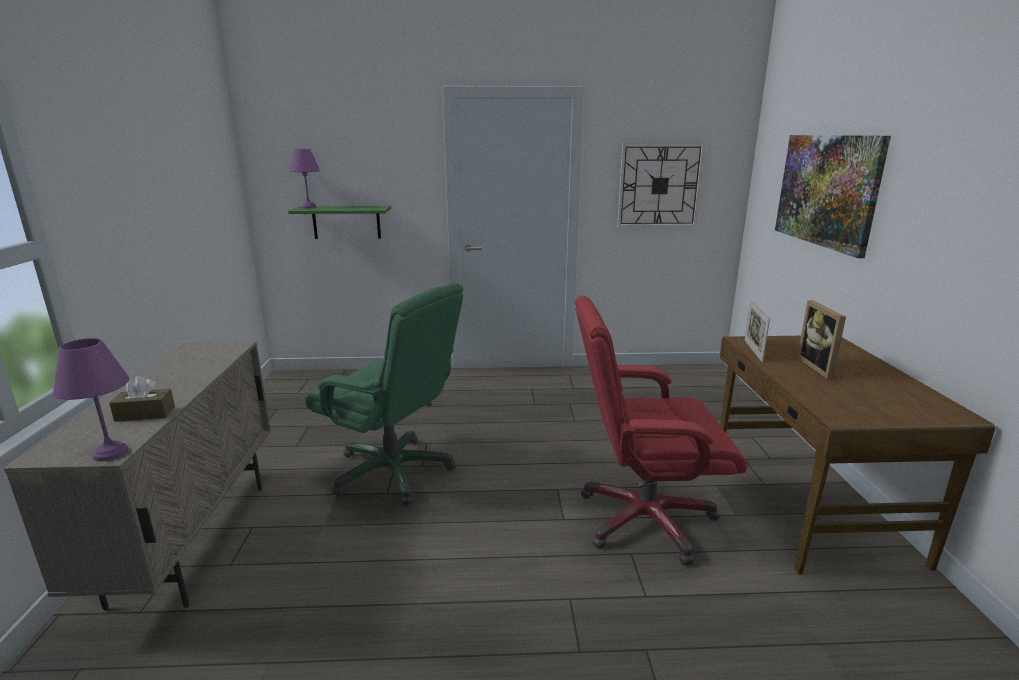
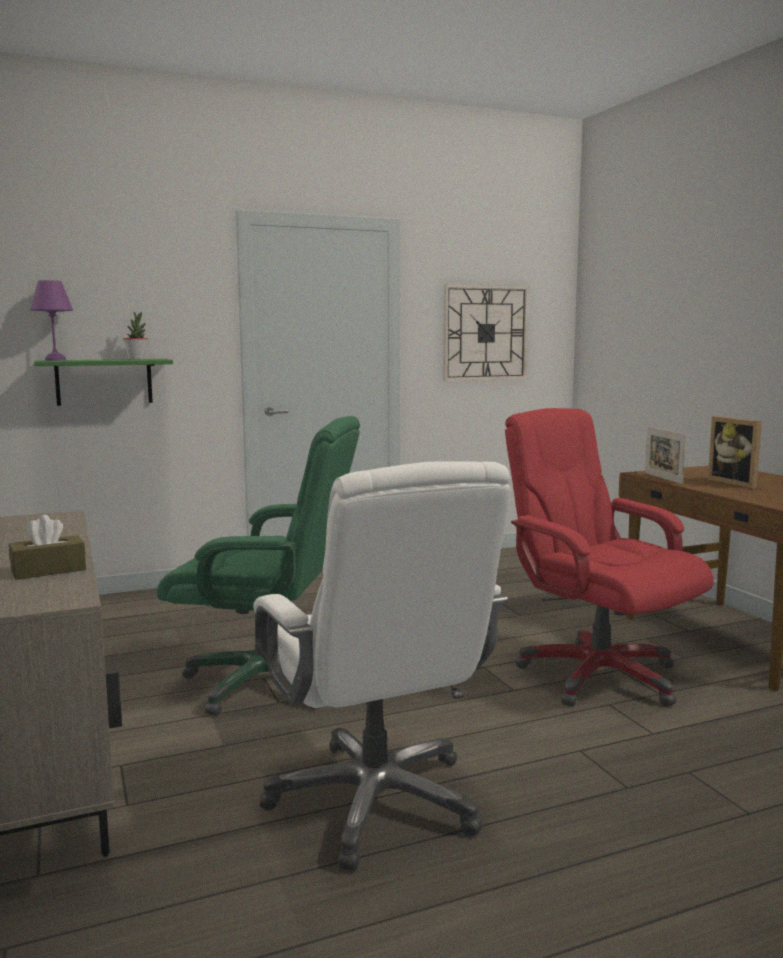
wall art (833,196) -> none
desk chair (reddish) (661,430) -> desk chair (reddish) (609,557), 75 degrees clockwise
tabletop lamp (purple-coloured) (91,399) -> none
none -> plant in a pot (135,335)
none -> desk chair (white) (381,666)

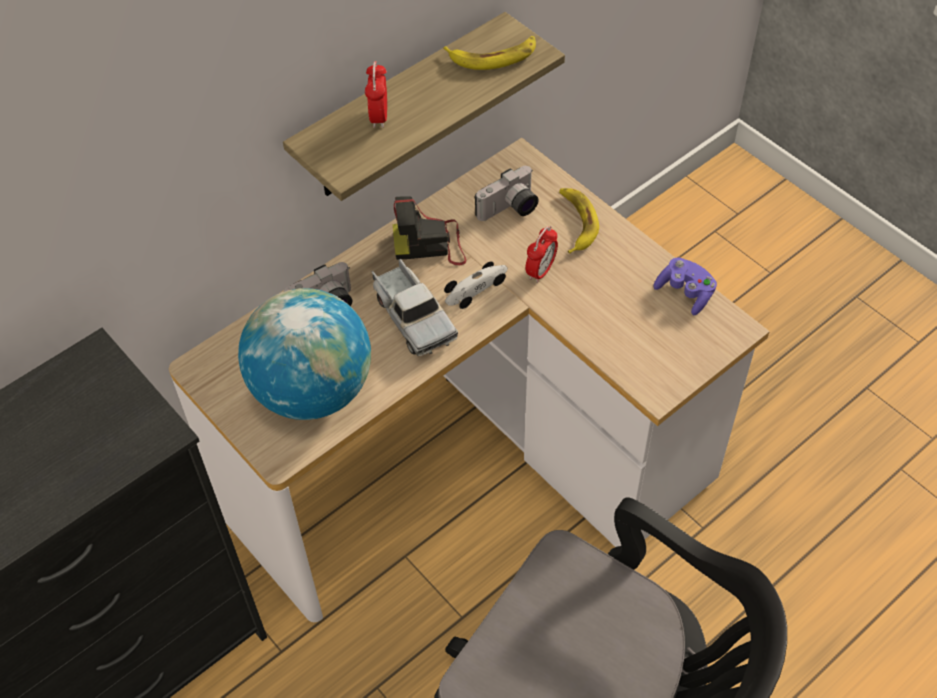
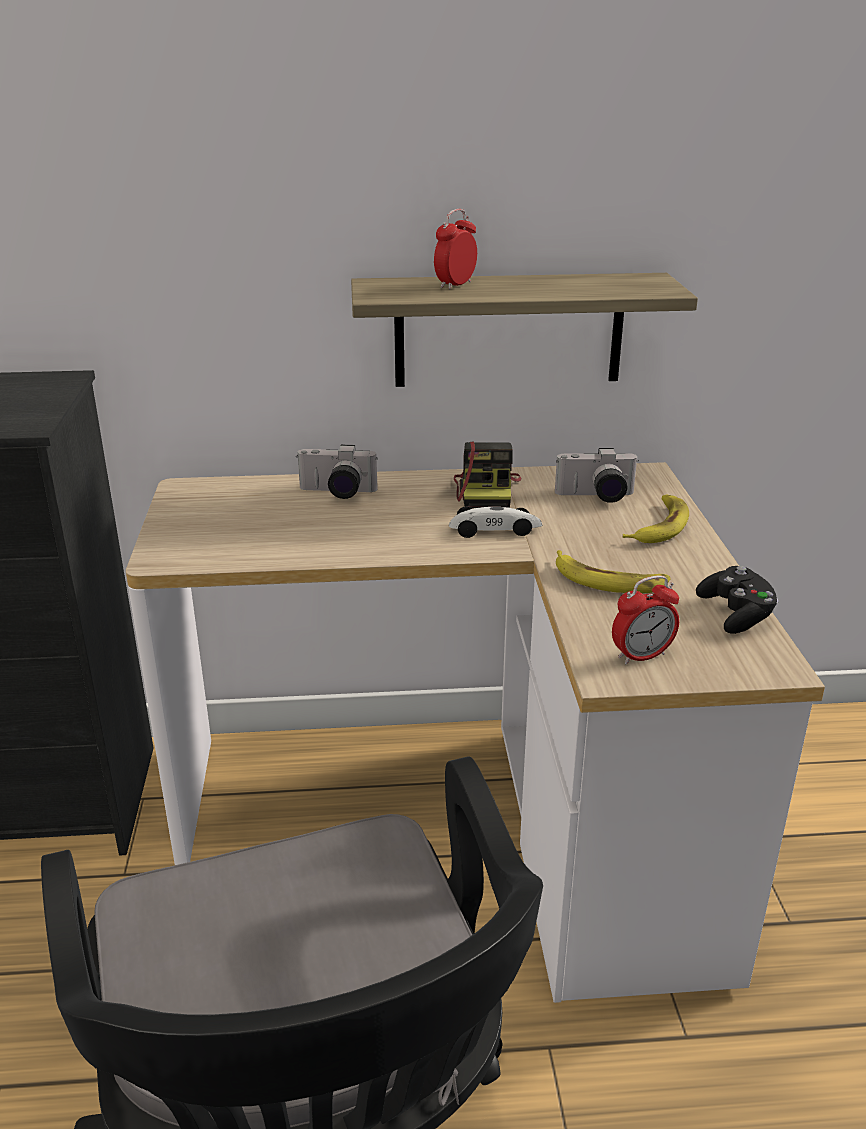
banana (489,53) -> banana (613,571), relocated
still camera (429,230) -> still camera (487,474), 120 degrees counterclockwise
bedside clock (541,254) -> bedside clock (645,620), relocated
joypad (purple-coloured) (685,286) -> joypad (blackish) (737,600)
model truck (415,307) -> none
desk globe (304,354) -> none

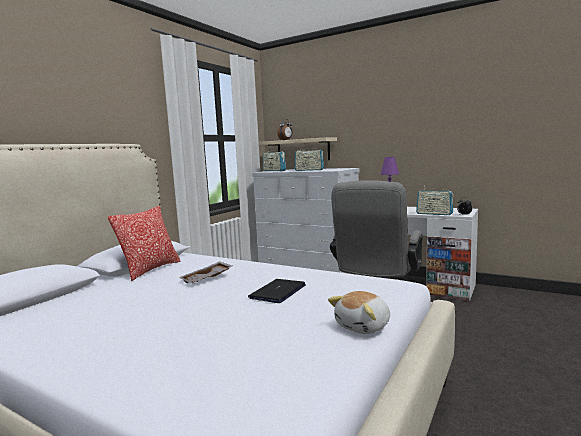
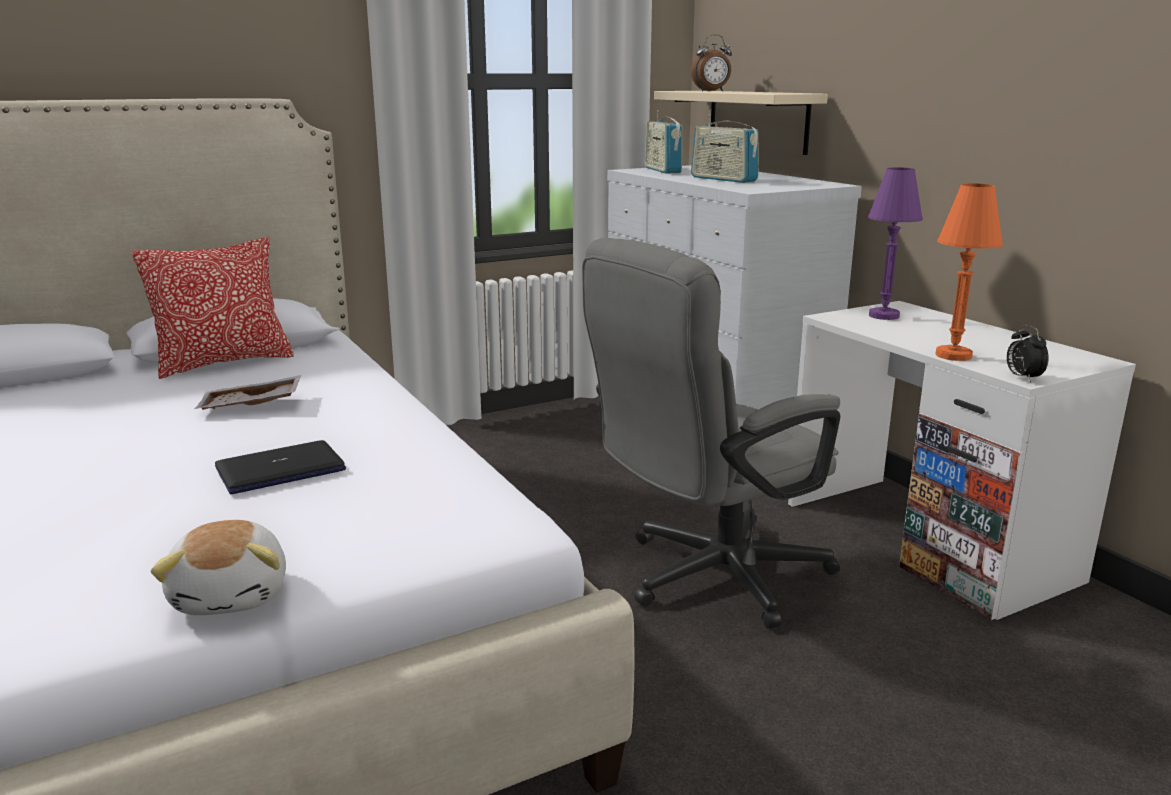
radio receiver (434,200) -> tabletop lamp (orangey) (969,272)
cuddly toy (359,312) -> cuddly toy (218,567), 90 degrees counterclockwise

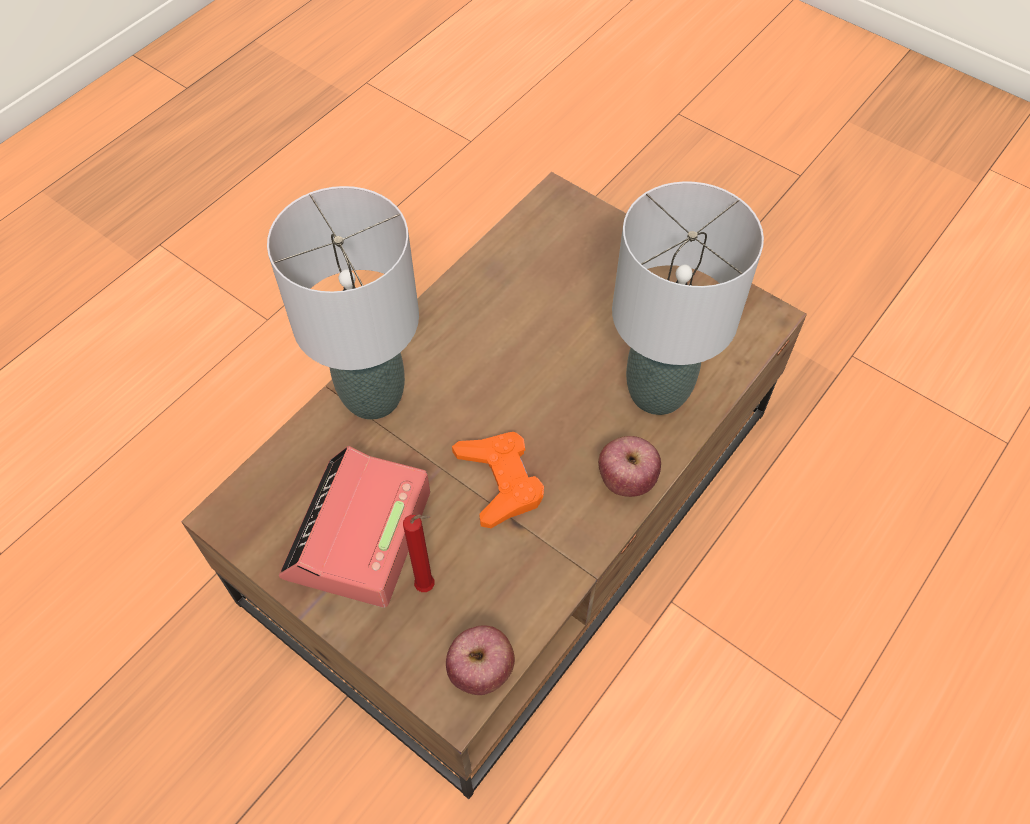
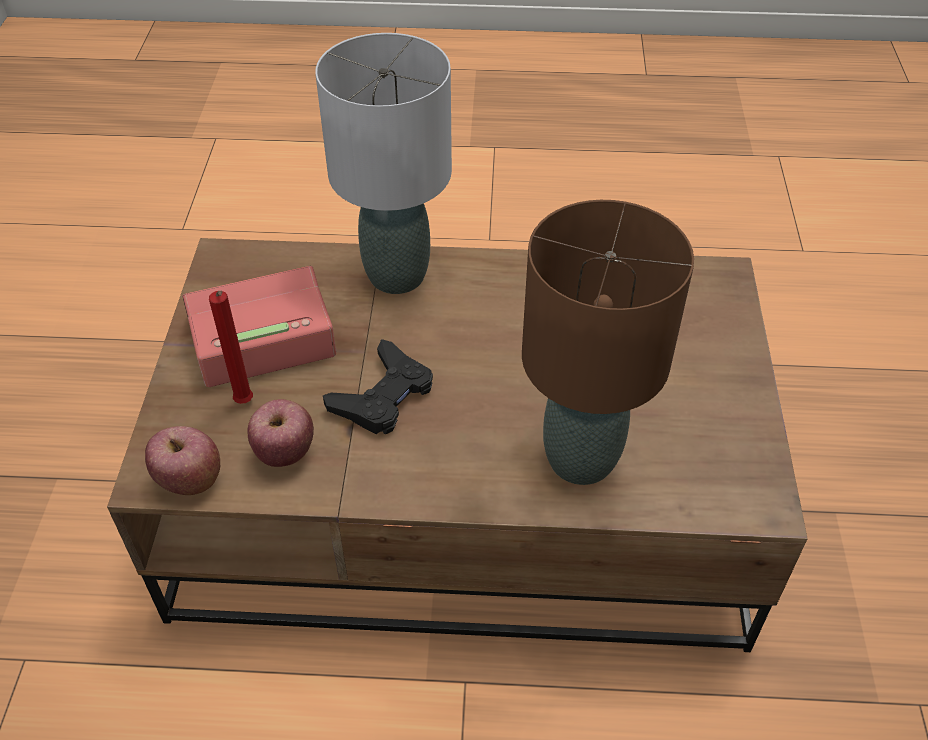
tabletop lamp (gray) (688,298) -> tabletop lamp (brownish) (608,342)
joypad (orangey) (498,480) -> joypad (blackish) (378,386)
apple fruit (629,466) -> apple fruit (280,433), relocated

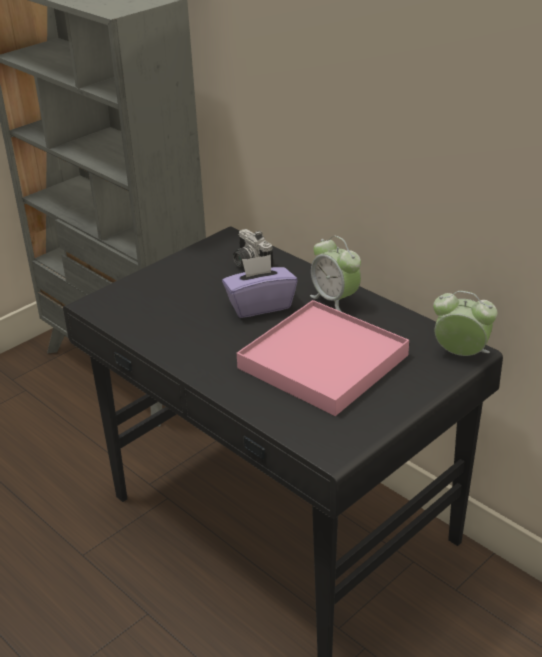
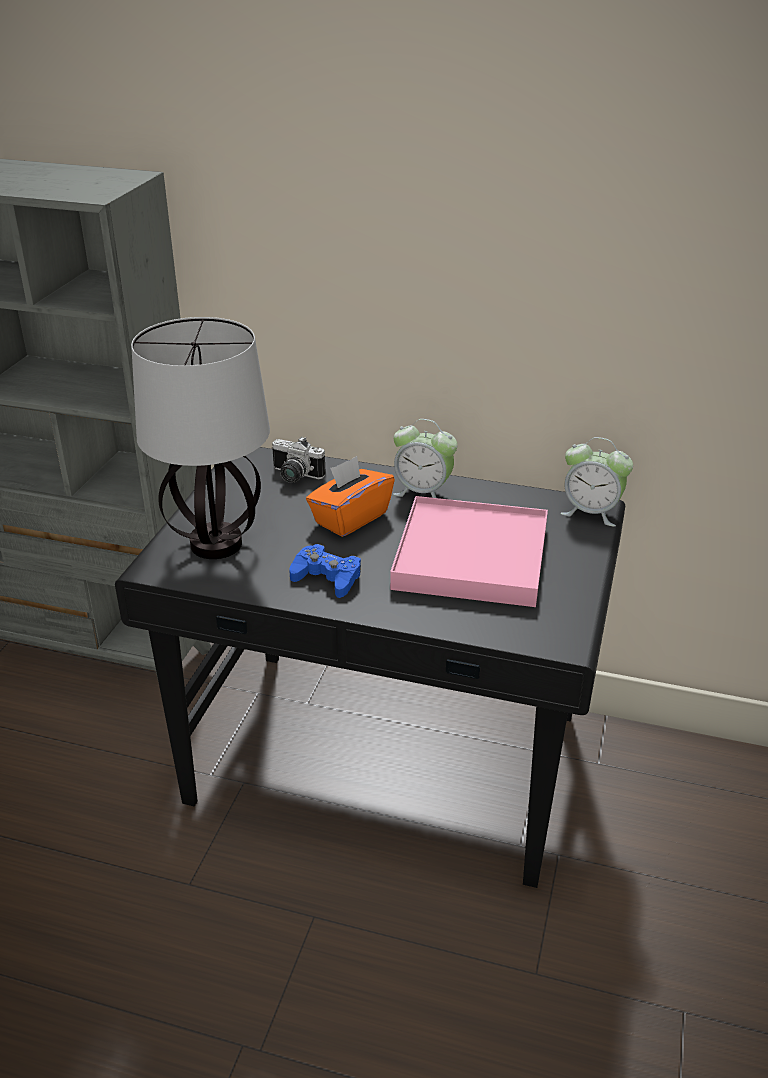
tissue box (purple-coloured) (259,286) -> tissue box (orangey) (350,496)
bedside clock (465,323) -> bedside clock (596,482), 150 degrees counterclockwise
none -> tabletop lamp (200,438)
none -> joypad (bluish) (325,571)

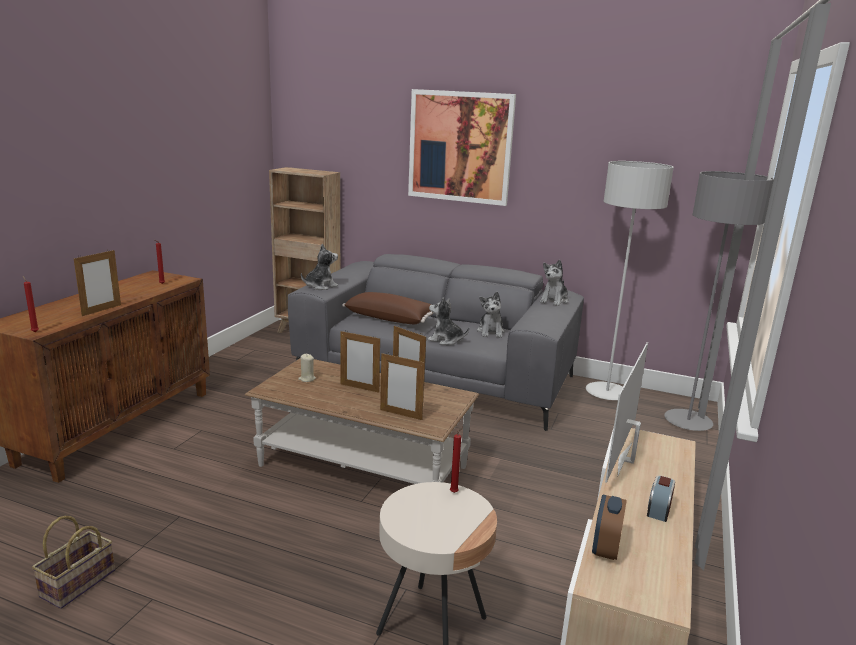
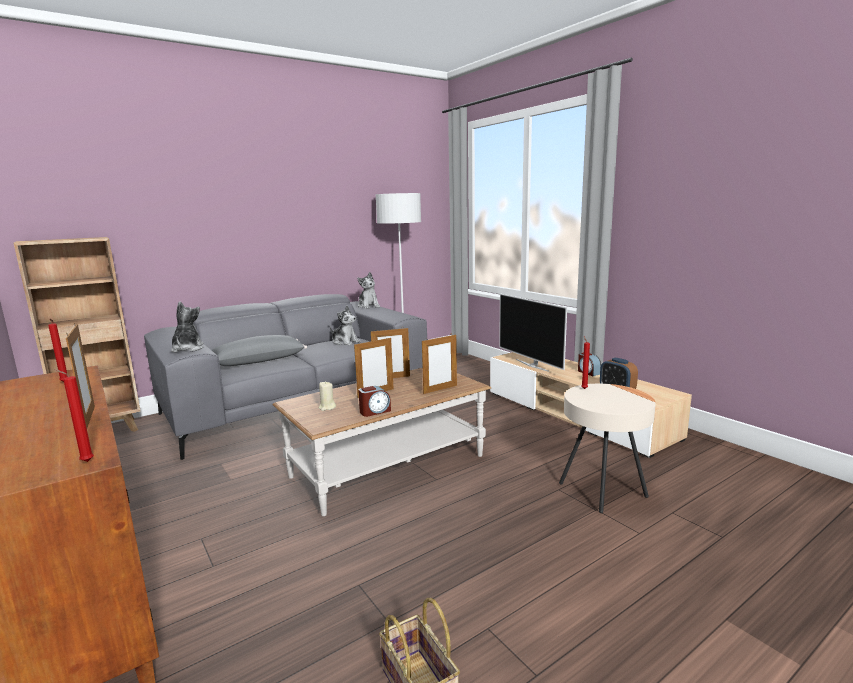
wall art (462,147) -> none
floor lamp (gray) (719,301) -> none
cushion (brownish) (388,308) -> cushion (gray) (259,350)
cuddly toy (448,321) -> none
none -> bedside clock (374,401)

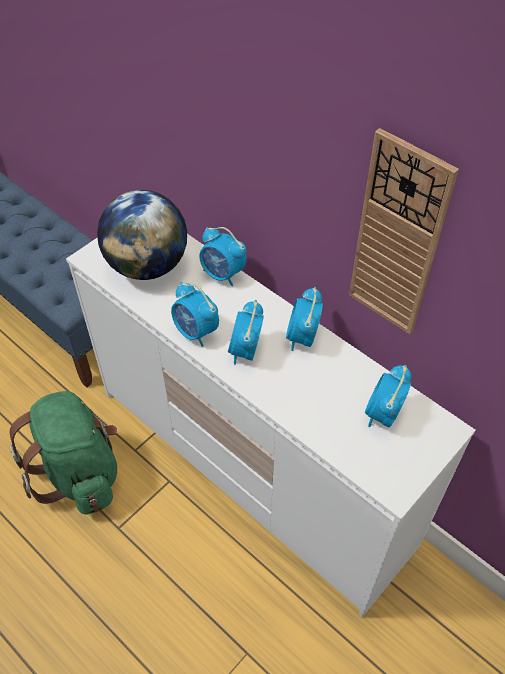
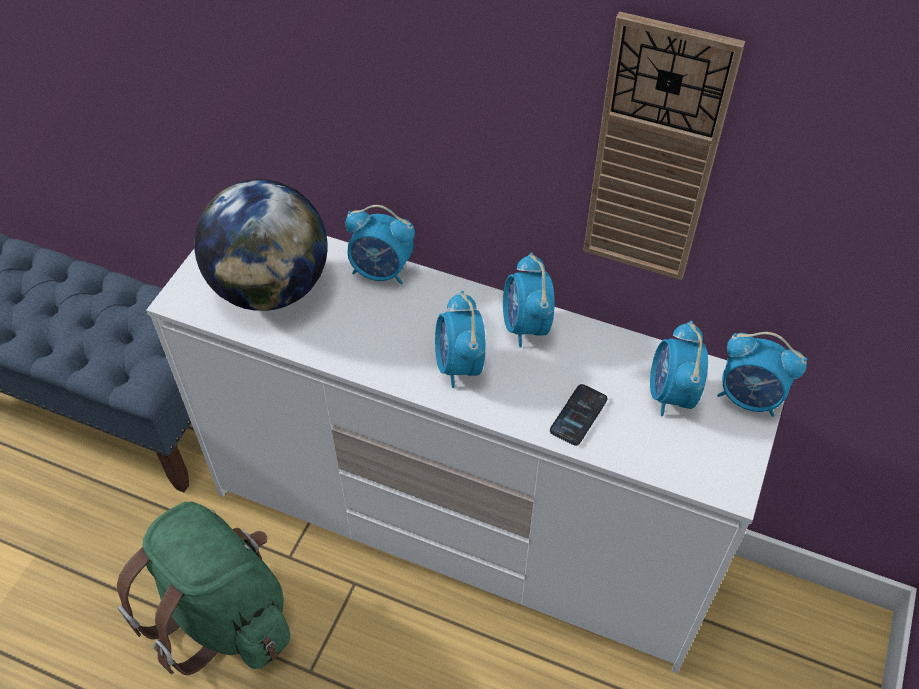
bedside clock (195,314) -> bedside clock (762,374), relocated
none -> telephone (579,415)

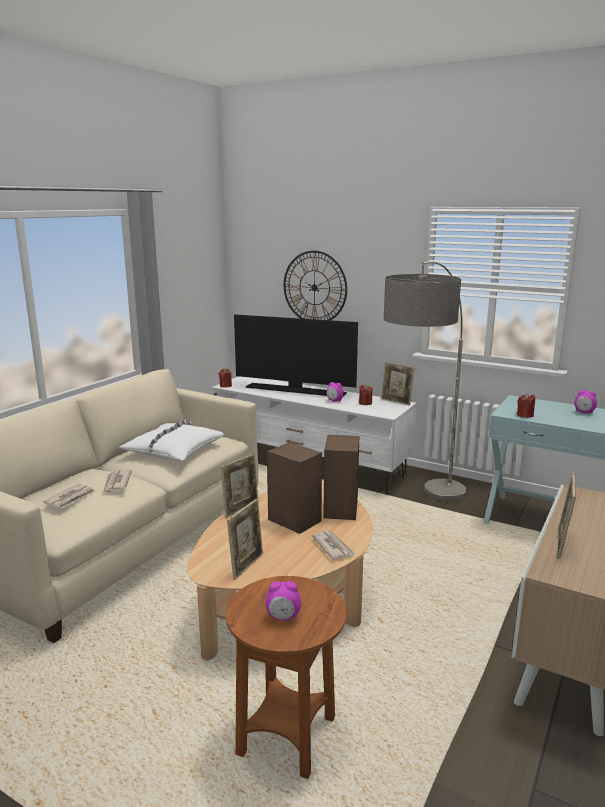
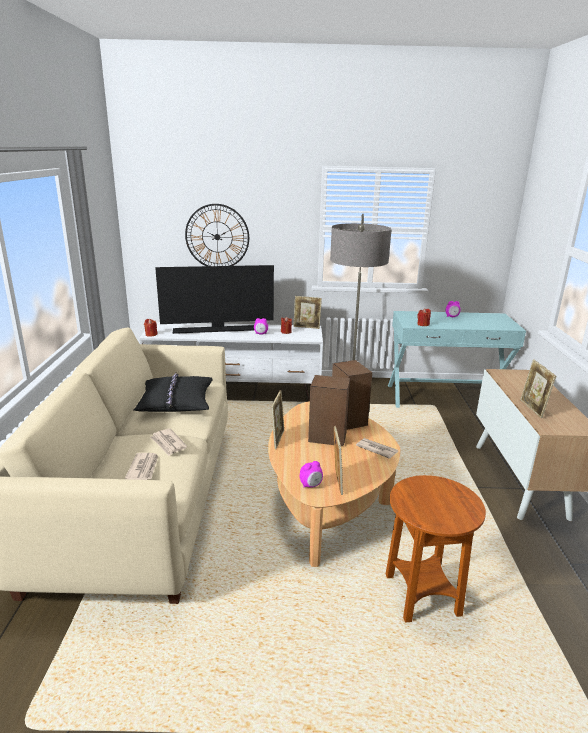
cushion (white) (171,440) -> cushion (blackish) (173,392)
bedside clock (283,601) -> bedside clock (311,474), relocated

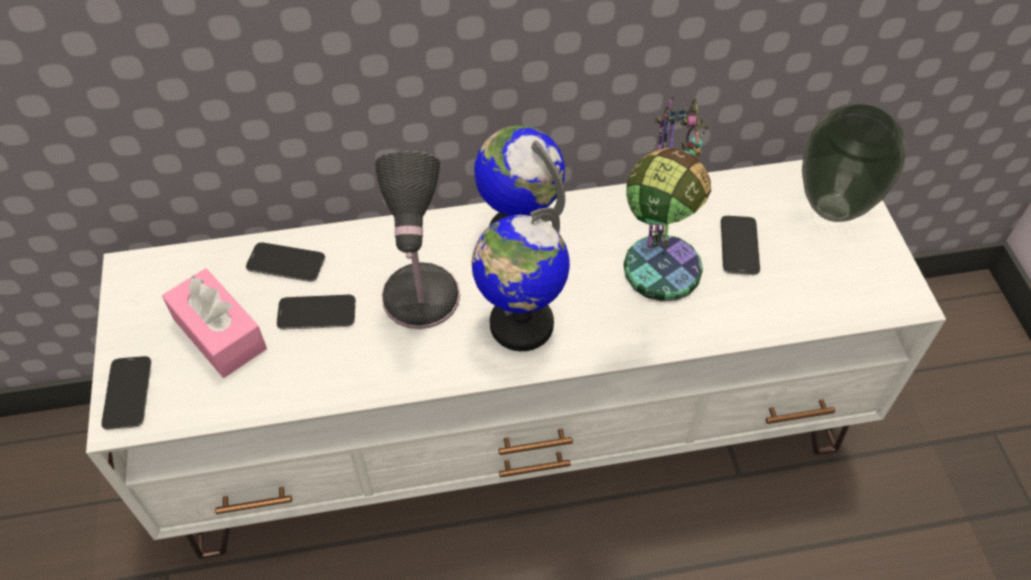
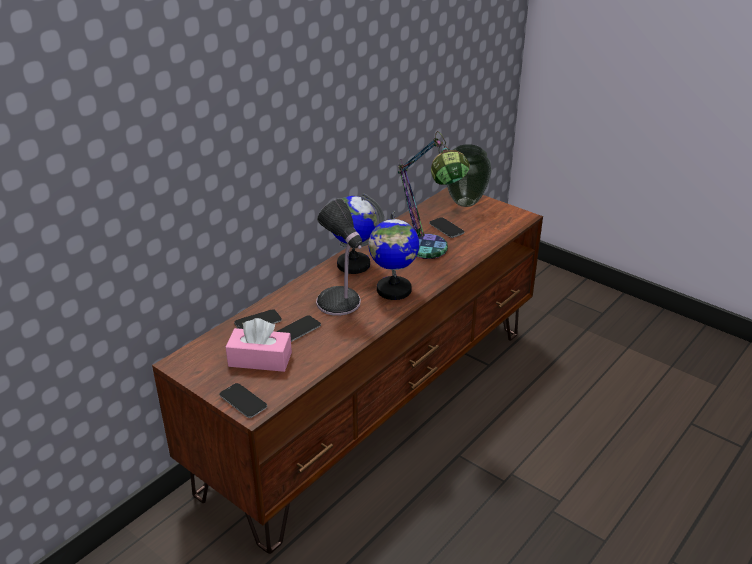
tv stand (white) (516,359) -> tv stand (brownish) (347,371)

